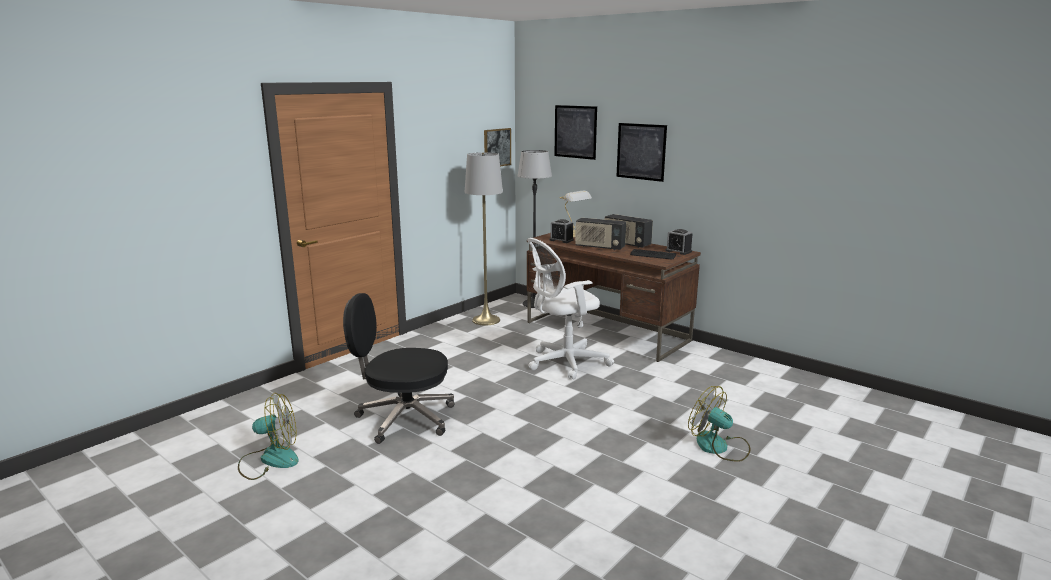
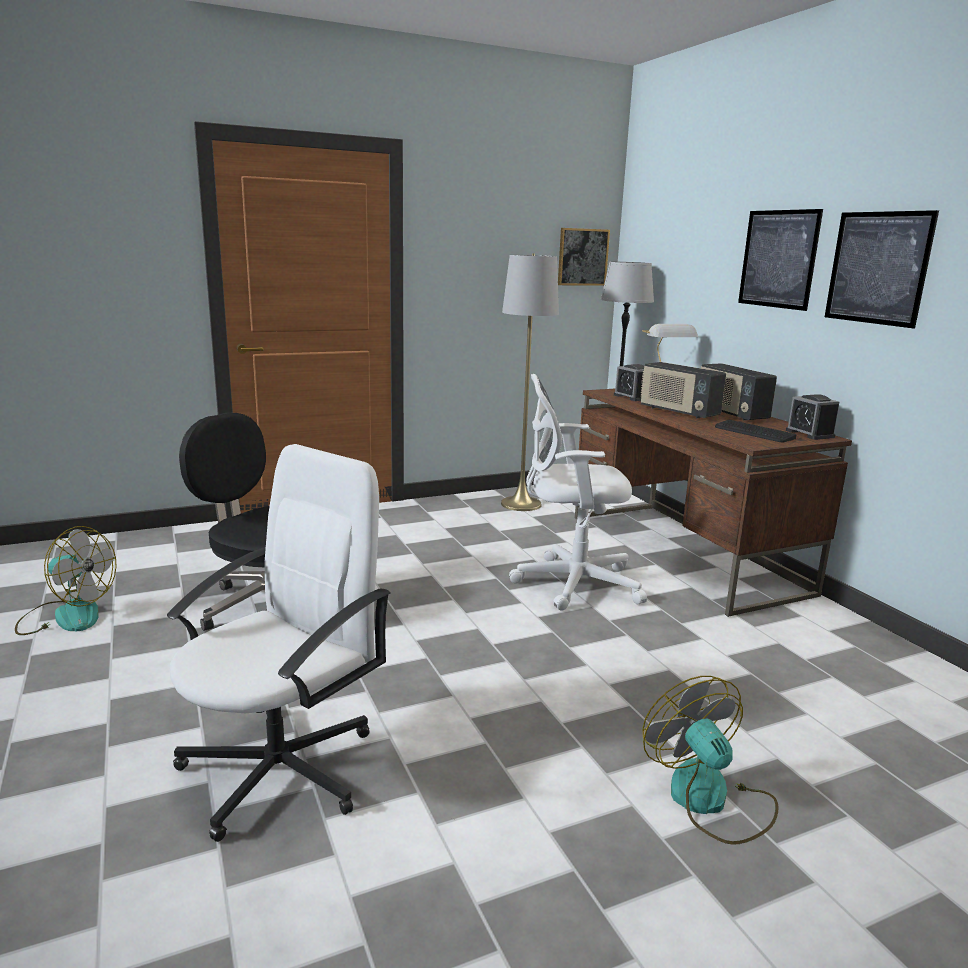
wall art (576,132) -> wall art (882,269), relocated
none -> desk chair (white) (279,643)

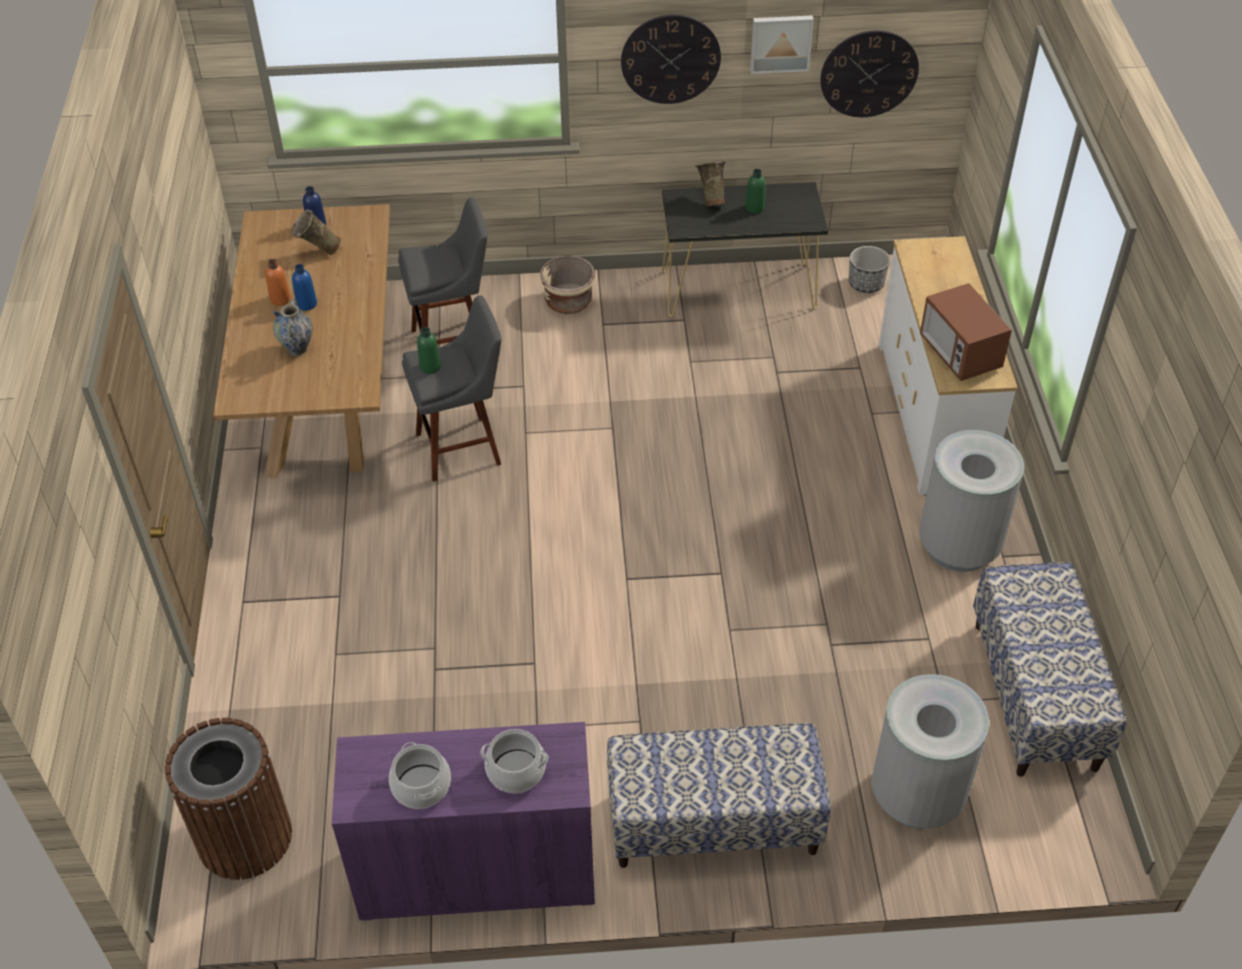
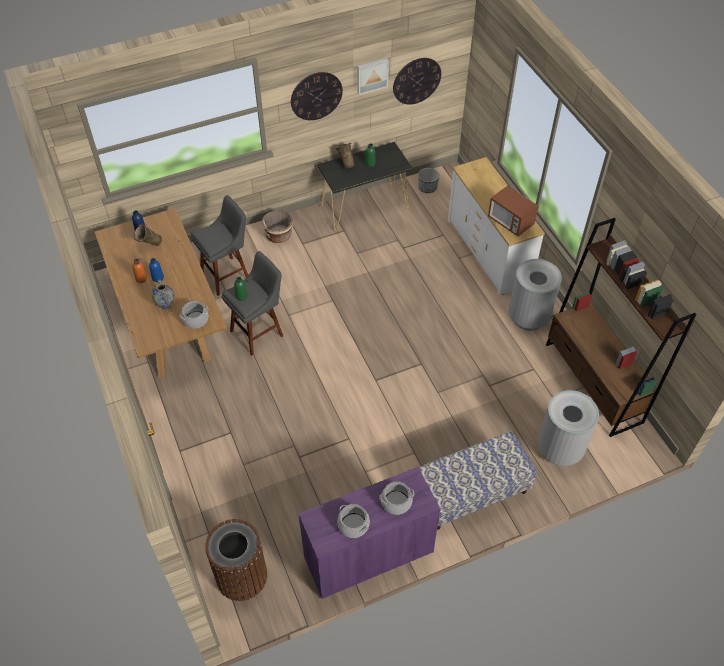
bench (1049,669) -> shelving unit (brownish) (621,327)
none -> saucepot (194,315)

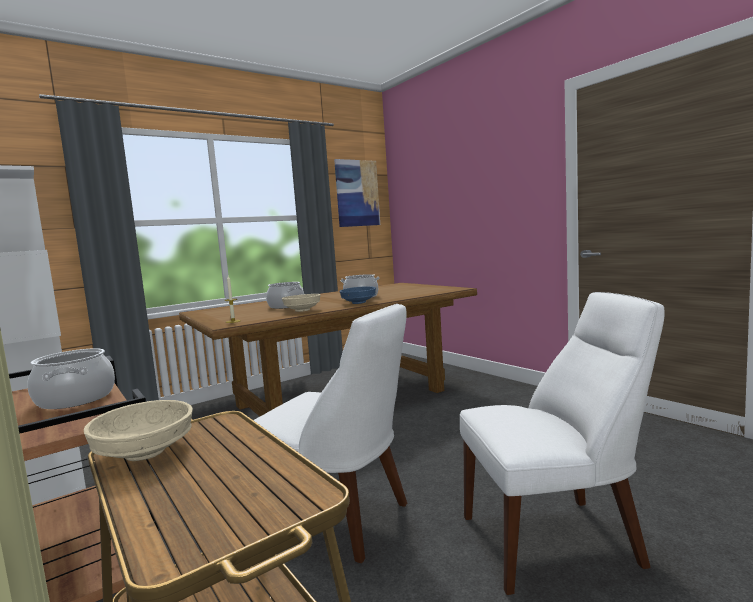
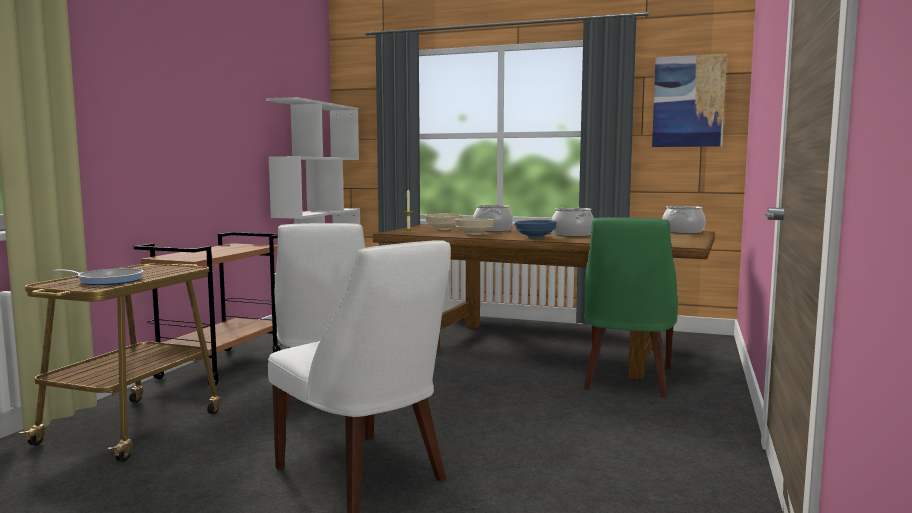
saucepot (71,378) -> saucepot (684,220), relocated
serving bowl (beige-coloured) (138,430) -> serving bowl (beige-coloured) (443,221), relocated
none -> plain chair (greenish) (631,307)
none -> skillet (98,276)

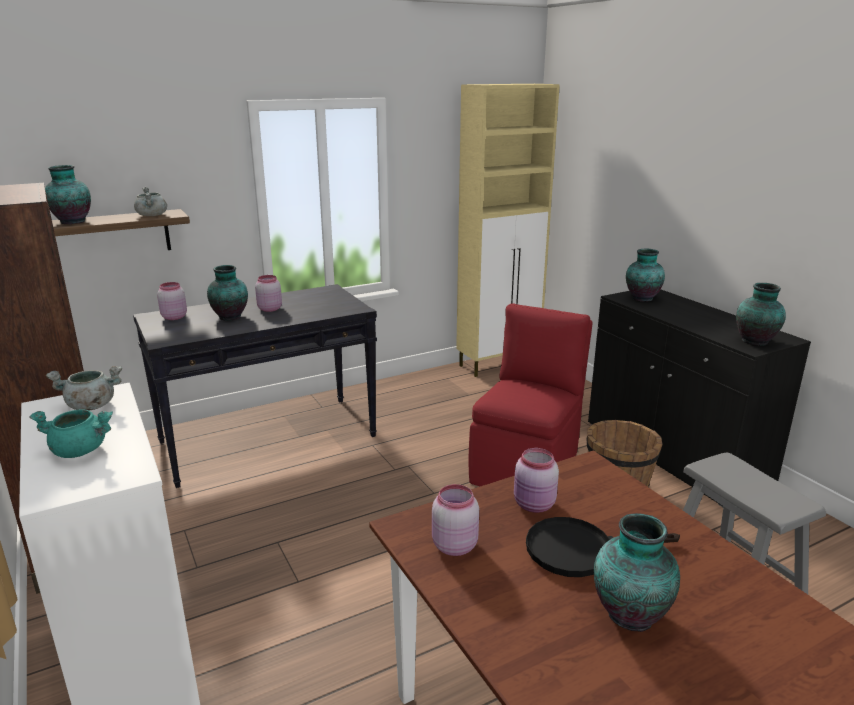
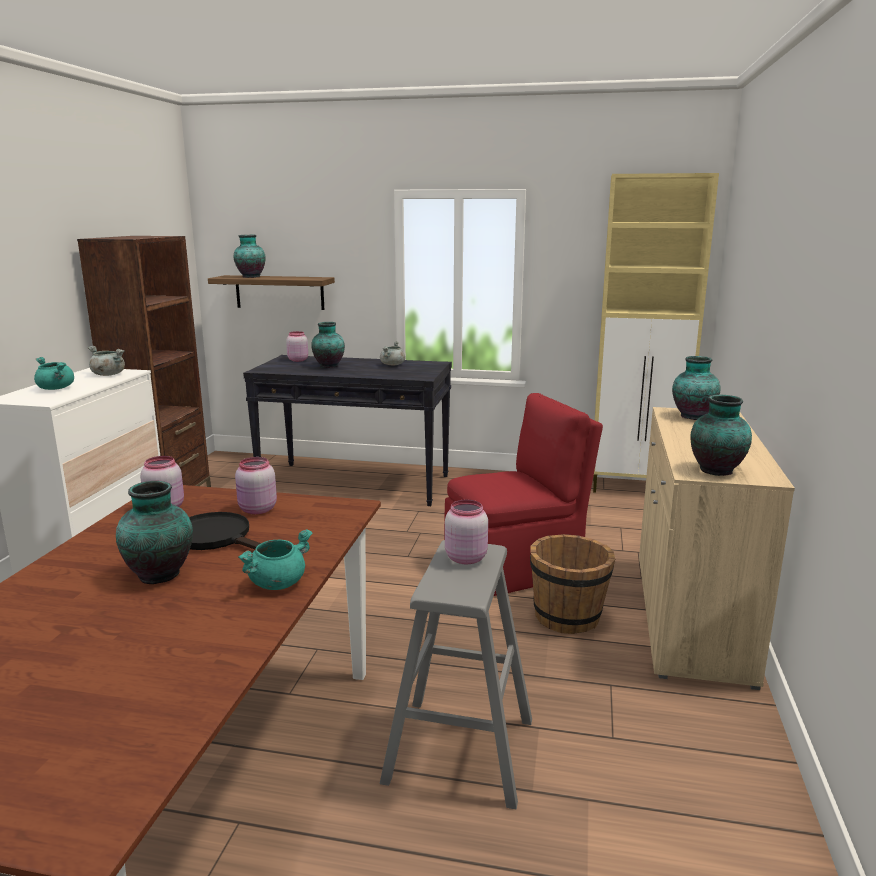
saucepot (gray) (150,201) -> saucepot (gray) (392,353), relocated
storage jar (pinkish) (268,293) -> storage jar (pinkish) (466,532), relocated
cabinet (blackish) (699,398) -> cabinet (beige-coloured) (717,548)
none -> saucepot (turquoise) (275,559)

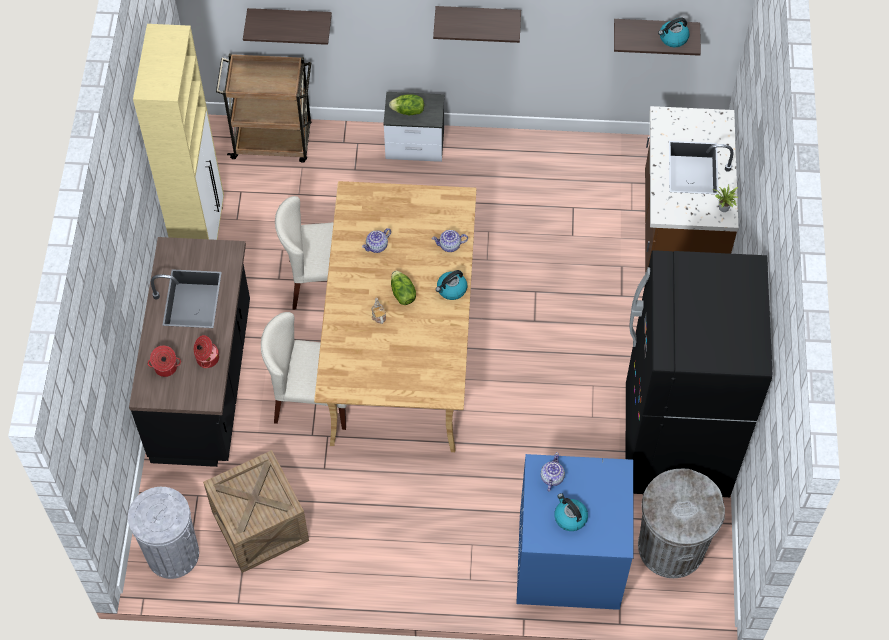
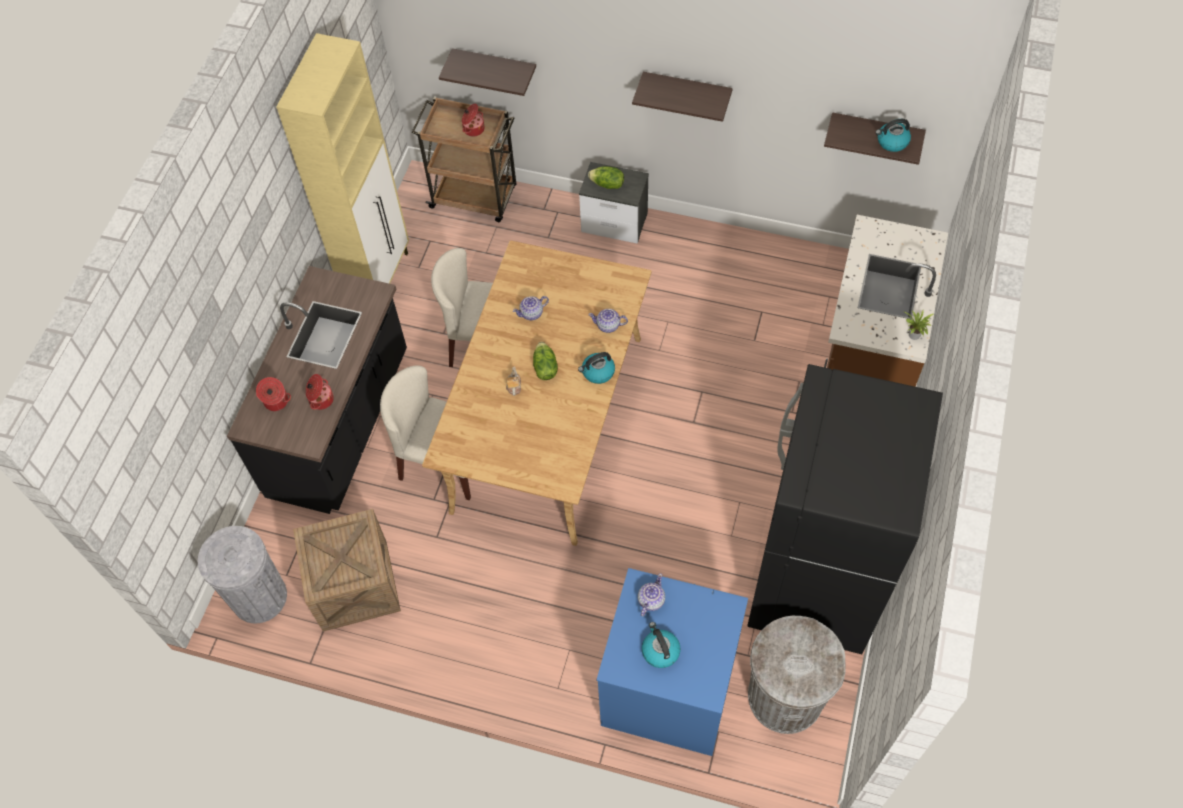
none -> saucepot (473,120)

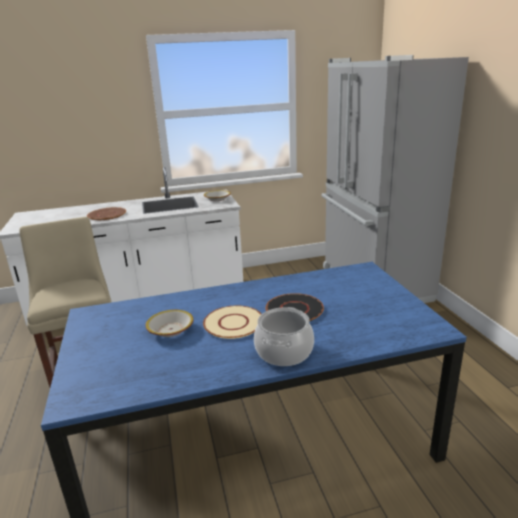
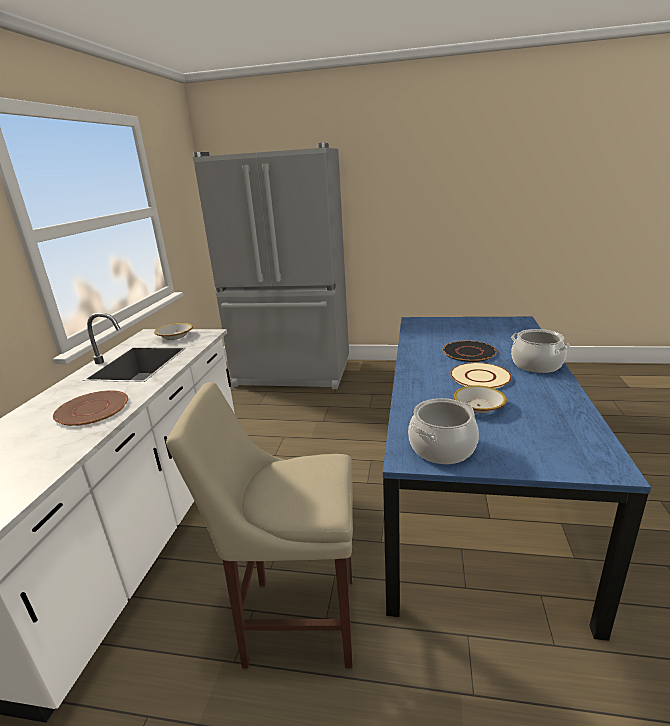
none -> saucepot (443,431)

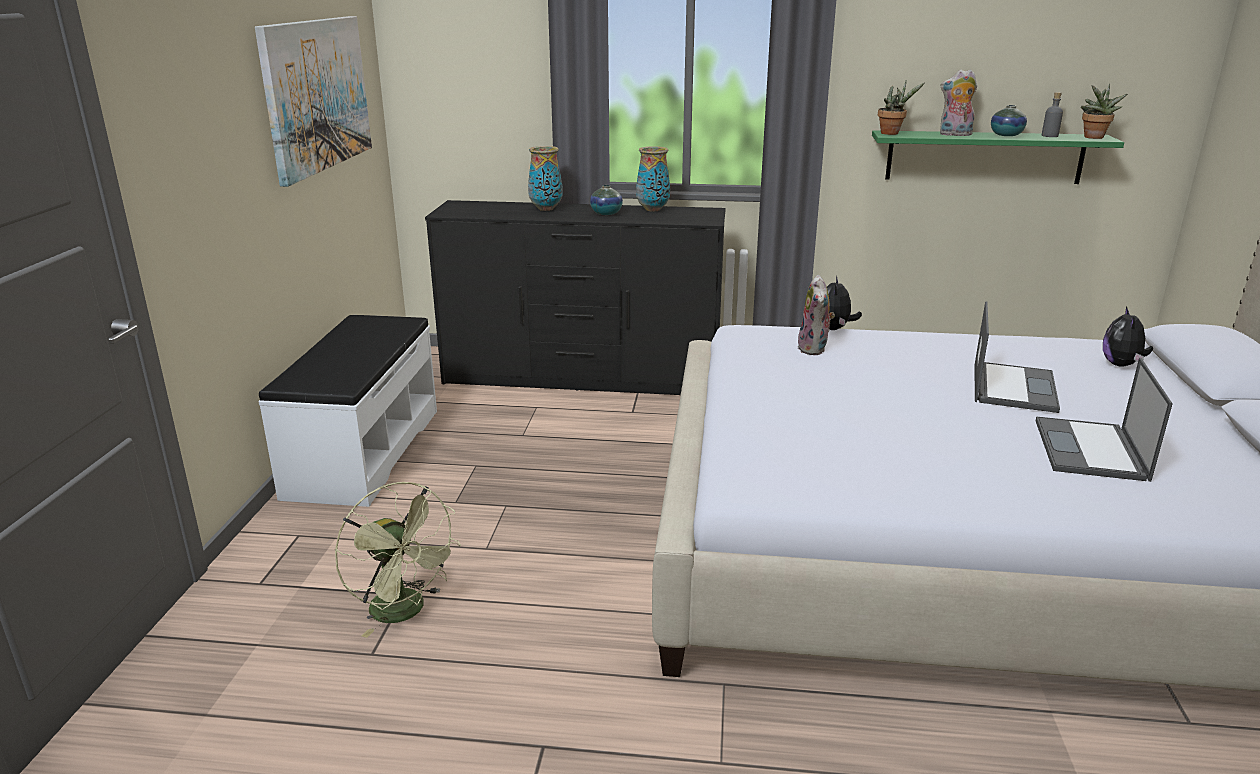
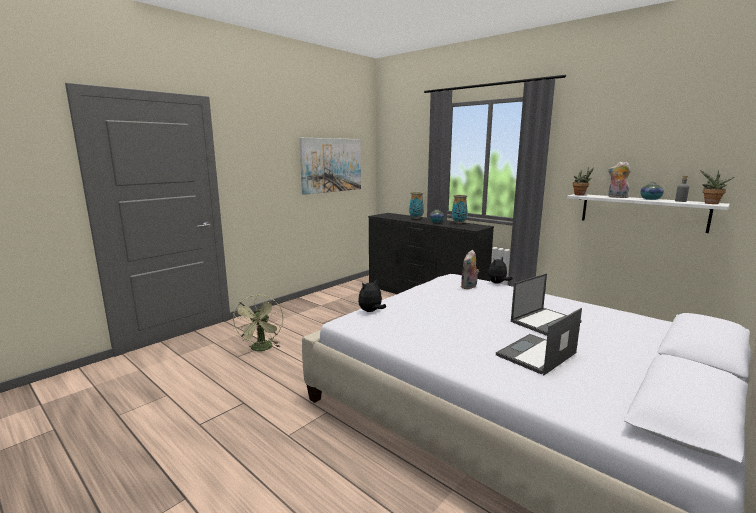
shelf (greenish) (998,157) -> shelf (white) (648,213)
cuddly toy (1128,336) -> cuddly toy (372,295), relocated
bench (white) (348,411) -> none

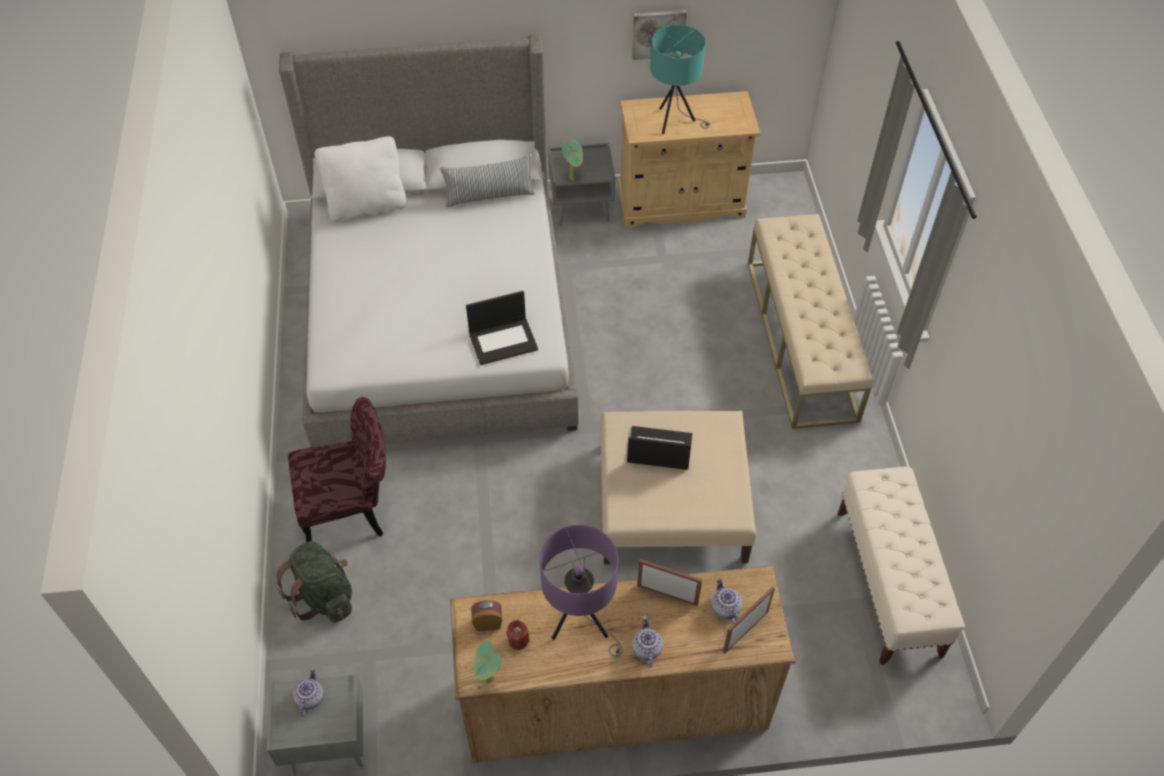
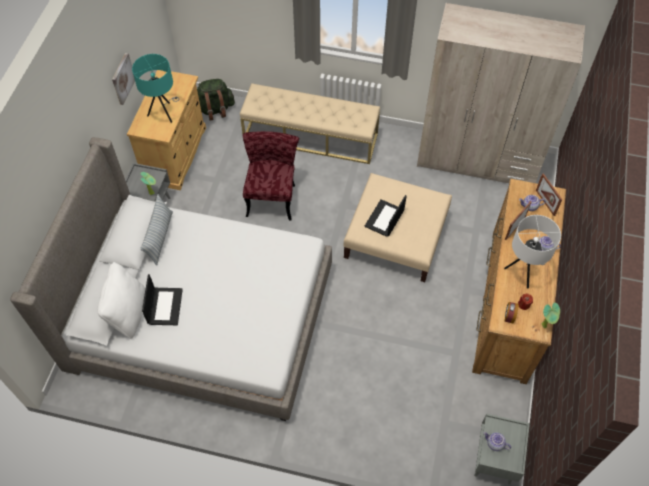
portable computer (502,328) -> portable computer (162,299), relocated
plain chair (reddish) (337,470) -> plain chair (reddish) (271,175), relocated
bench (beige-coloured) (901,566) -> wardrobe (beige-coloured) (501,93)
tabletop lamp (purple-coloured) (581,591) -> tabletop lamp (white) (532,251)
backpack (greenish) (314,582) -> backpack (greenish) (216,100), relocated

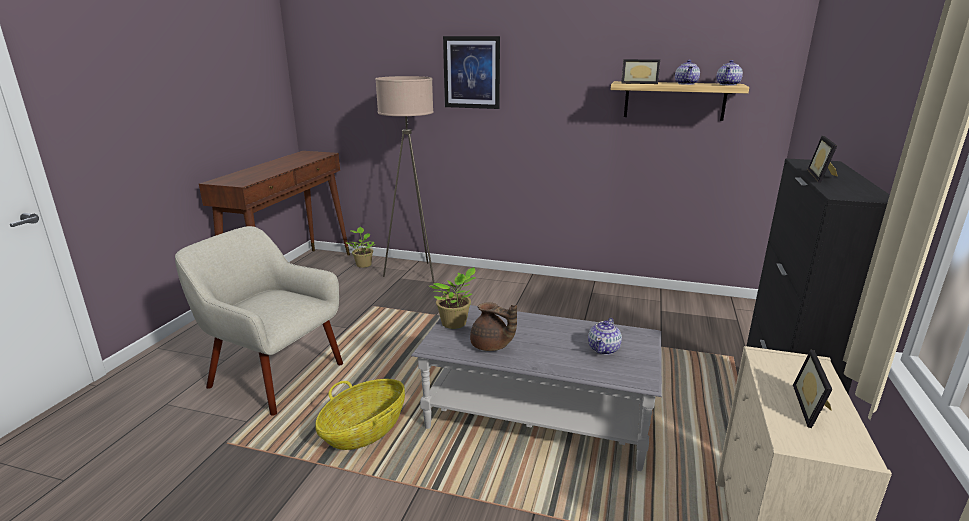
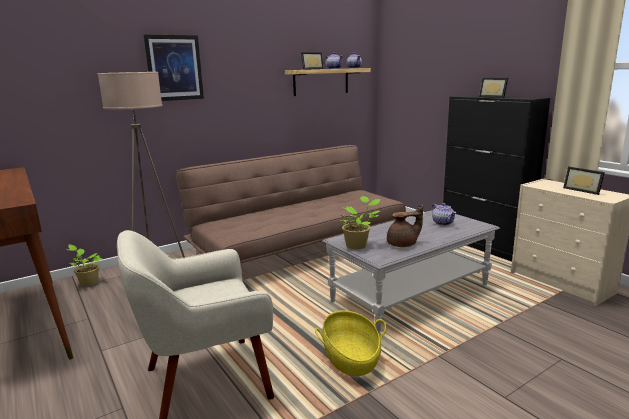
none -> couch (brownish) (291,204)

